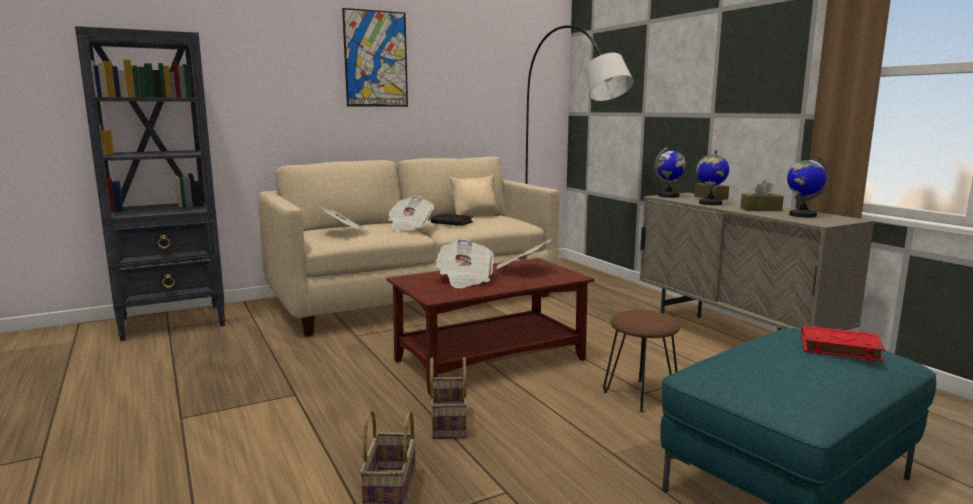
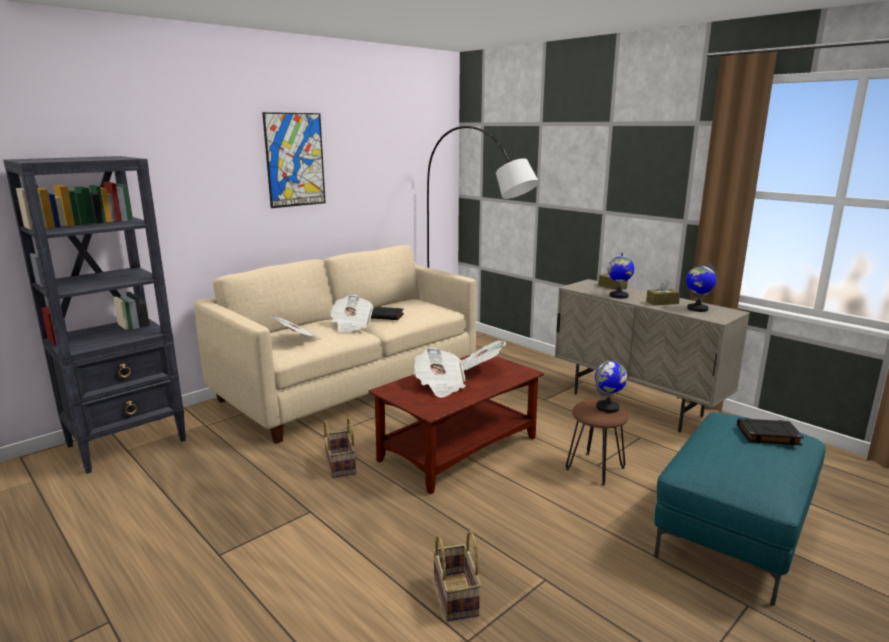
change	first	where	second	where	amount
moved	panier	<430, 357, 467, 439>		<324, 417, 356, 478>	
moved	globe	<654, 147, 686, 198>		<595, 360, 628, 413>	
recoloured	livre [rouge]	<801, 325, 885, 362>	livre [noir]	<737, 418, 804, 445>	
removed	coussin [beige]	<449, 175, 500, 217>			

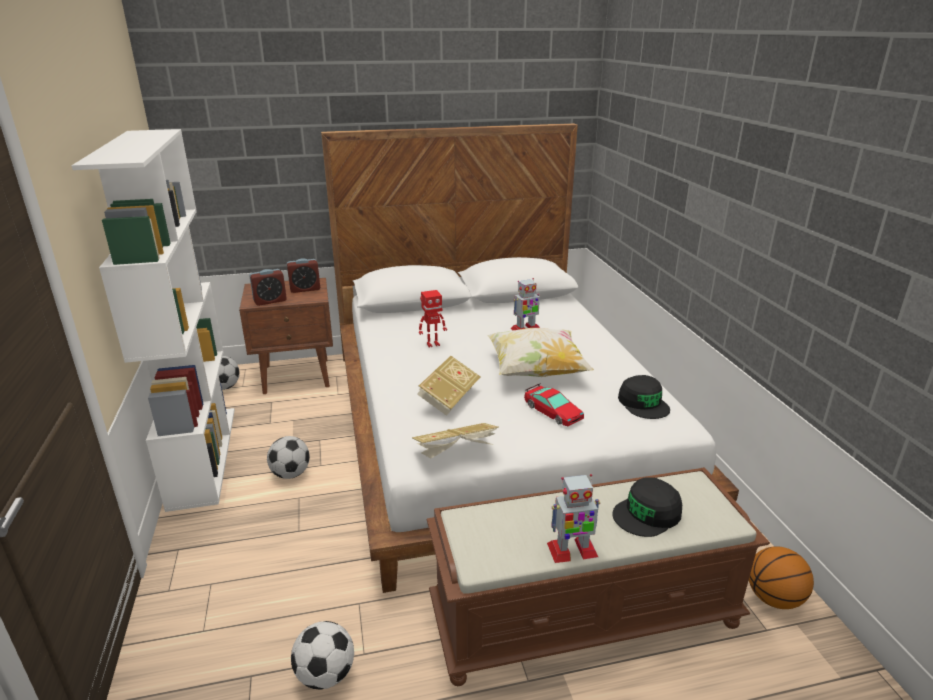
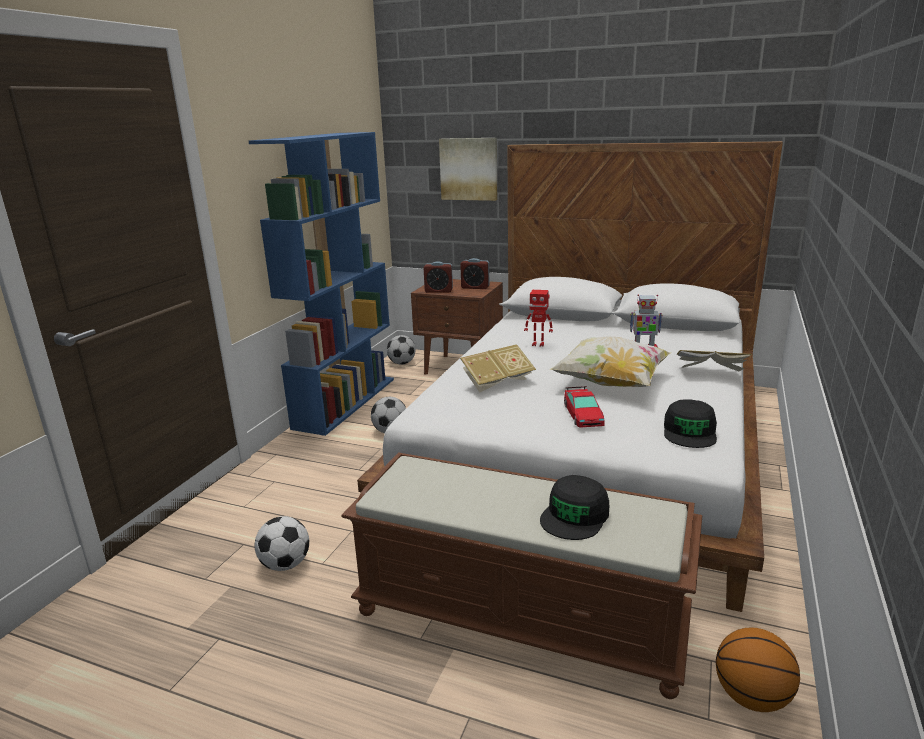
change	first	where	second	where	amount
recoloured	bibliothèque [blanc]	<71, 129, 235, 512>	bibliothèque [bleu]	<249, 132, 394, 436>	
added			tableau	<439, 138, 497, 201>	
turned	casquette [noir]	<612, 477, 682, 537>		<540, 475, 609, 540>	60 degrees counterclockwise
moved	livre	<412, 423, 499, 458>		<677, 350, 752, 372>	
removed	robot jouet	<547, 474, 600, 563>			

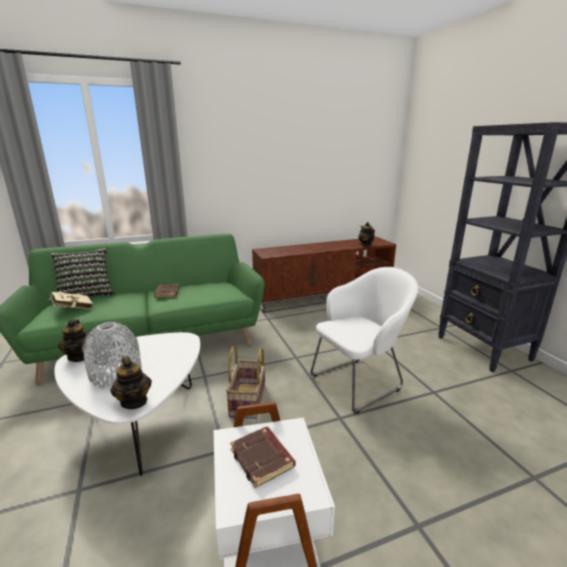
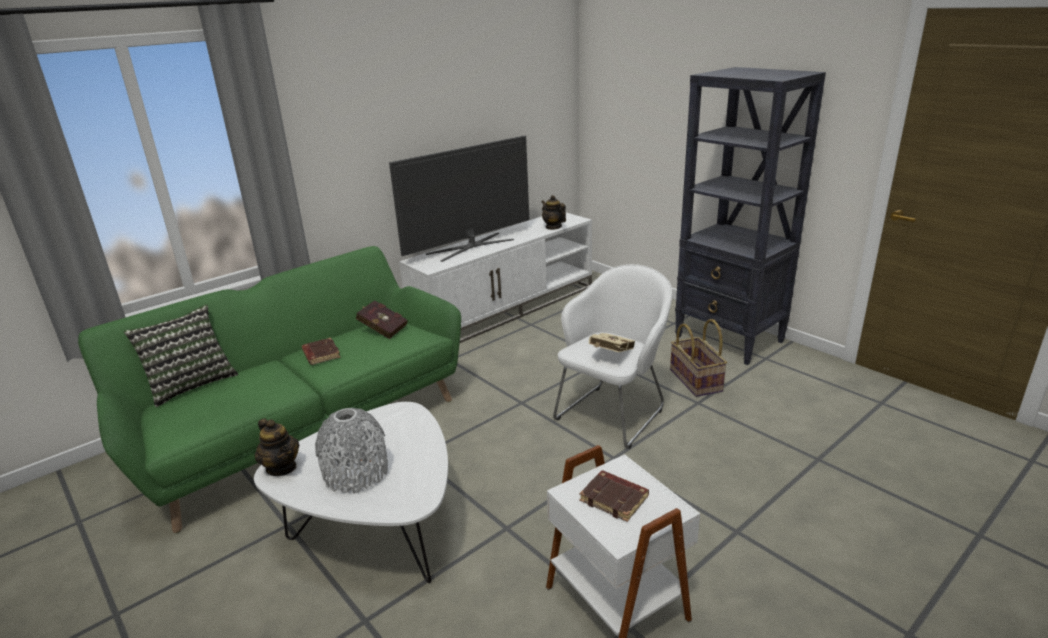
change	first	where	second	where	amount
added			livre [rouge]	<356, 300, 407, 339>	
added			téléviseur	<389, 135, 529, 262>	
recoloured	meuble télé [marron]	<252, 237, 396, 313>	meuble télé [blanc]	<399, 212, 592, 343>	
moved	livre [beige]	<46, 292, 93, 309>		<589, 333, 635, 352>	
moved	panier	<226, 346, 265, 419>		<670, 319, 727, 397>	
removed	théière	<110, 356, 152, 409>			

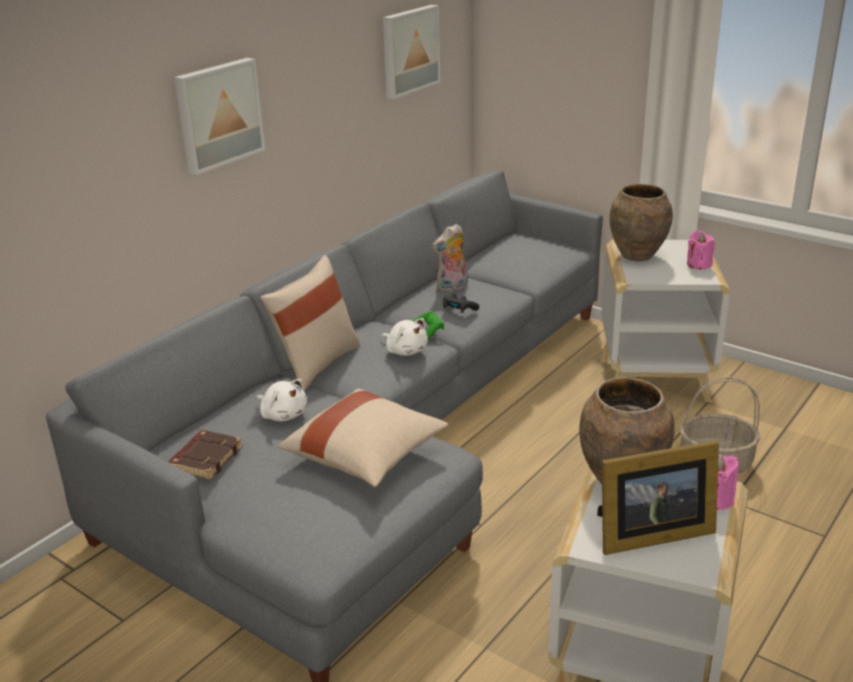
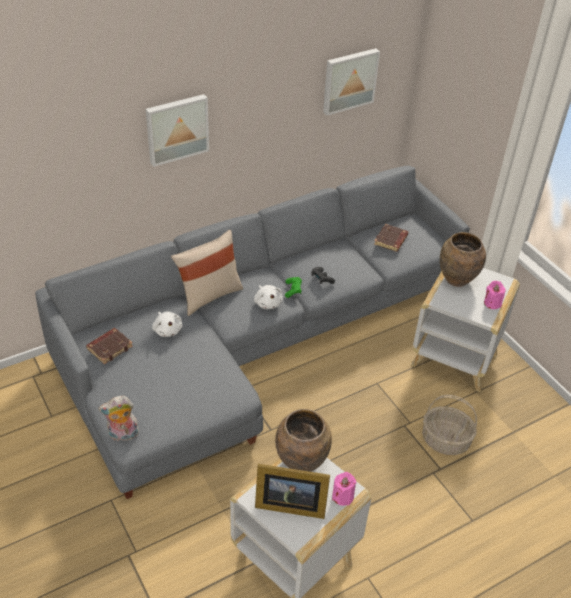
change	first	where	second	where	amount
moved	peluche	<432, 224, 468, 292>		<98, 396, 139, 441>	
added			livre [marron]	<374, 224, 408, 252>	
removed	coussin [beige]	<278, 389, 449, 487>			

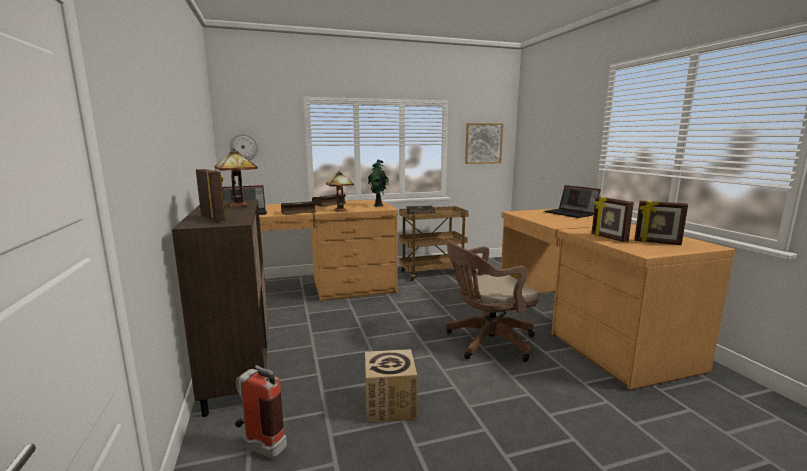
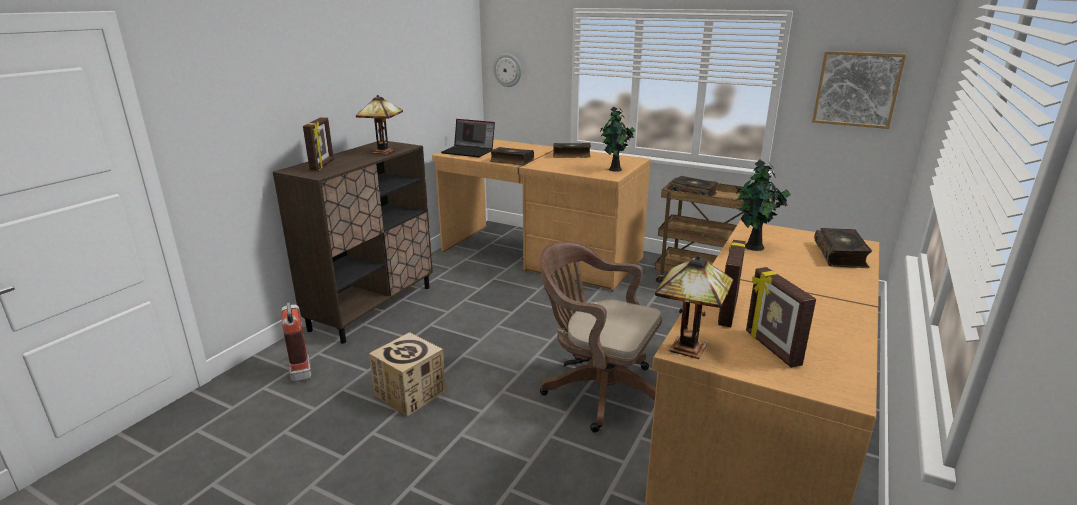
change	first	where	second	where	amount
moved	lampe de table	<326, 171, 354, 212>		<655, 255, 733, 359>	
added			plante en pot	<736, 160, 791, 251>	
replaced	ordinateur portable	<545, 185, 601, 218>	livre	<814, 228, 872, 268>	

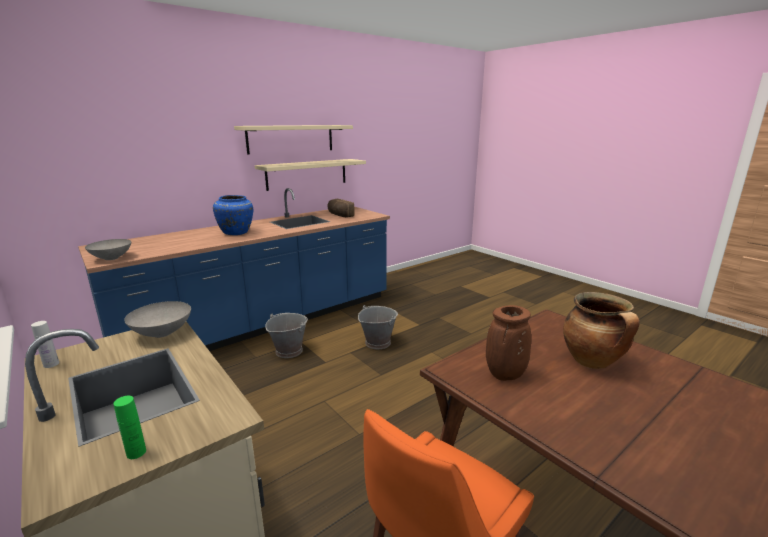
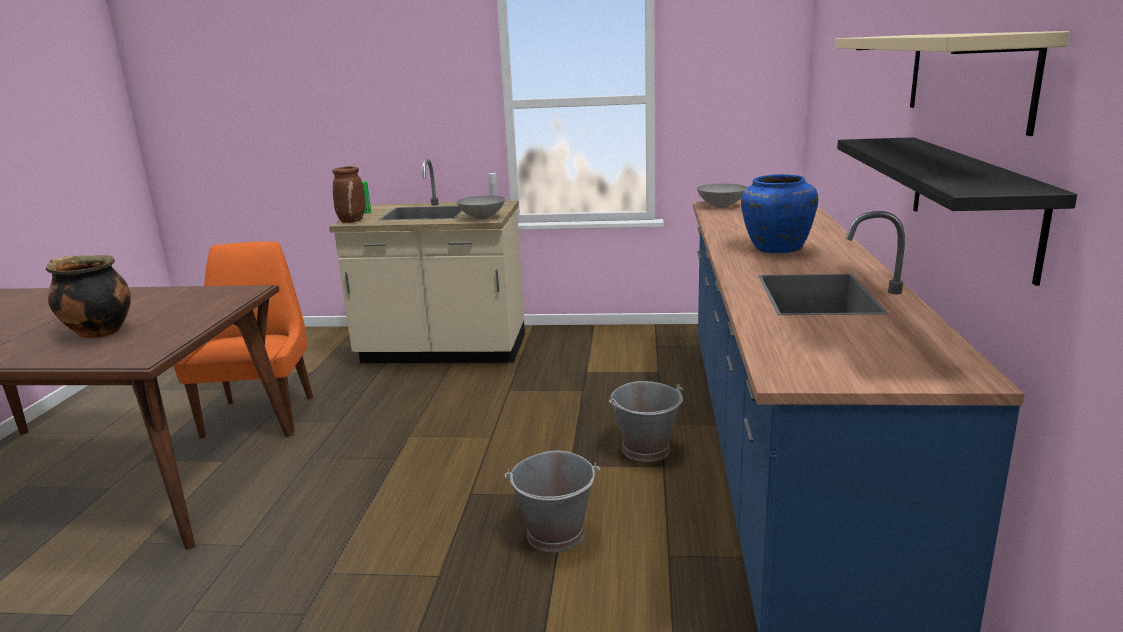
change	first	where	second	where	amount
moved	vase [marron]	<486, 305, 531, 381>		<332, 166, 365, 223>	
recoloured	étagère [beige]	<255, 159, 366, 191>	étagère [noir]	<837, 137, 1077, 286>	
removed	pain	<327, 199, 355, 217>			

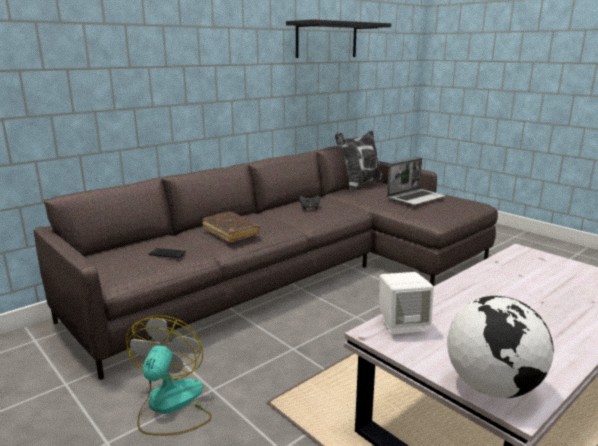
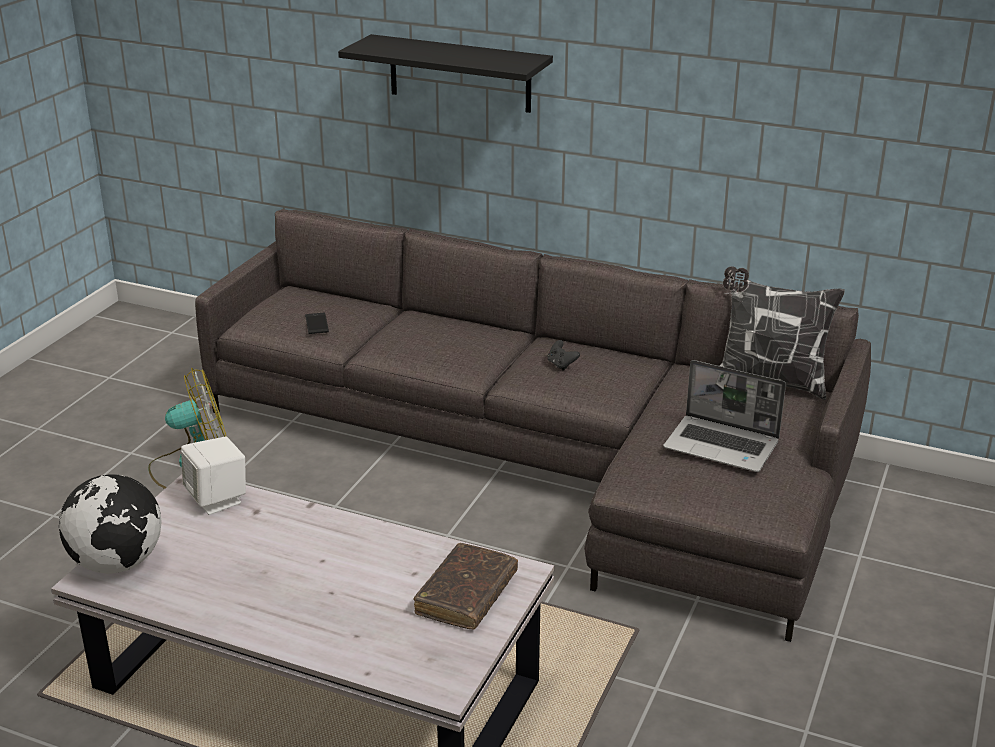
change	first	where	second	where	amount
moved	étagère [noir]	<286, 19, 391, 58>		<338, 34, 553, 113>	
moved	livre [marron]	<203, 212, 260, 243>		<414, 543, 518, 630>	

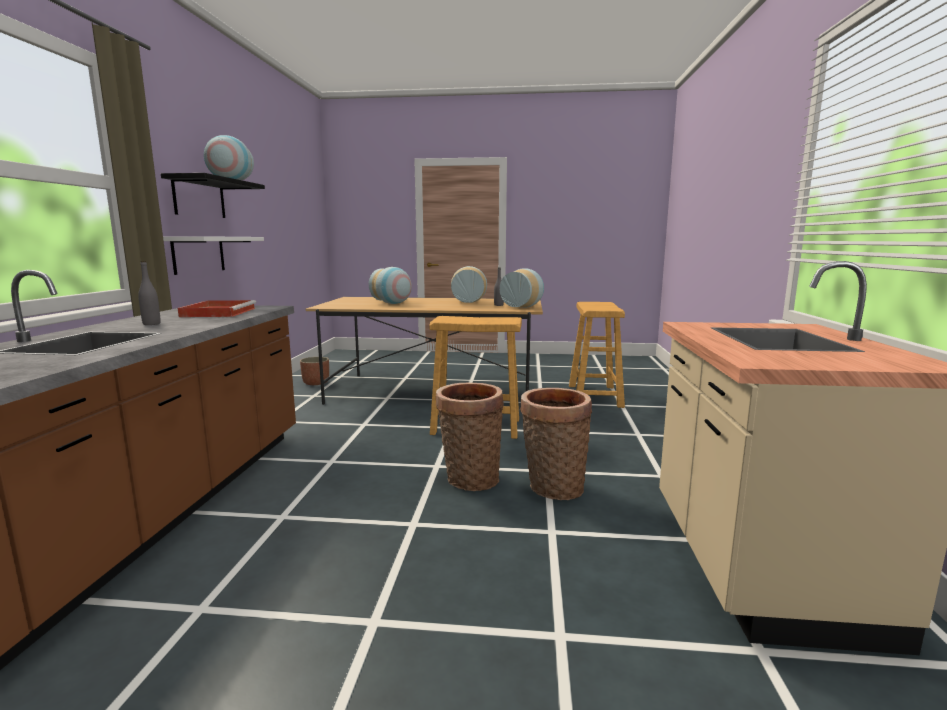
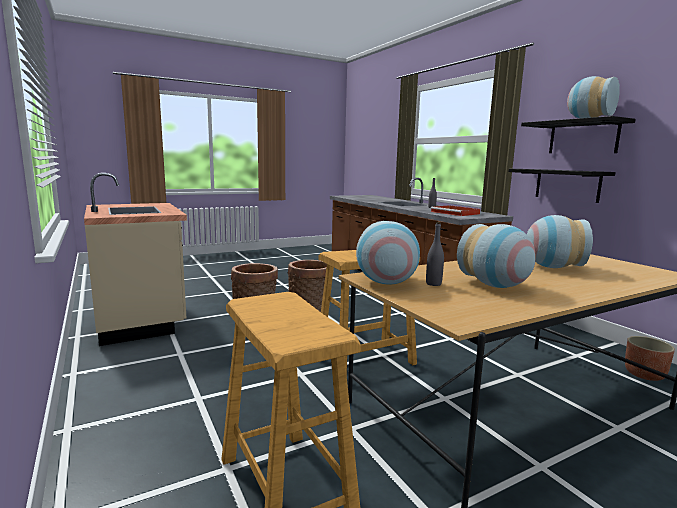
change	first	where	second	where	amount
recoloured	étagère [blanc]	<163, 236, 264, 275>	étagère [noir]	<508, 169, 616, 203>	

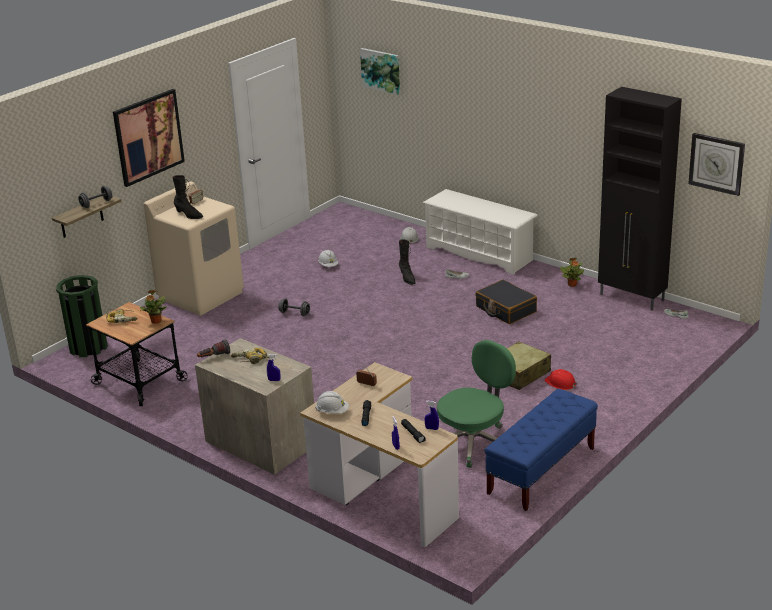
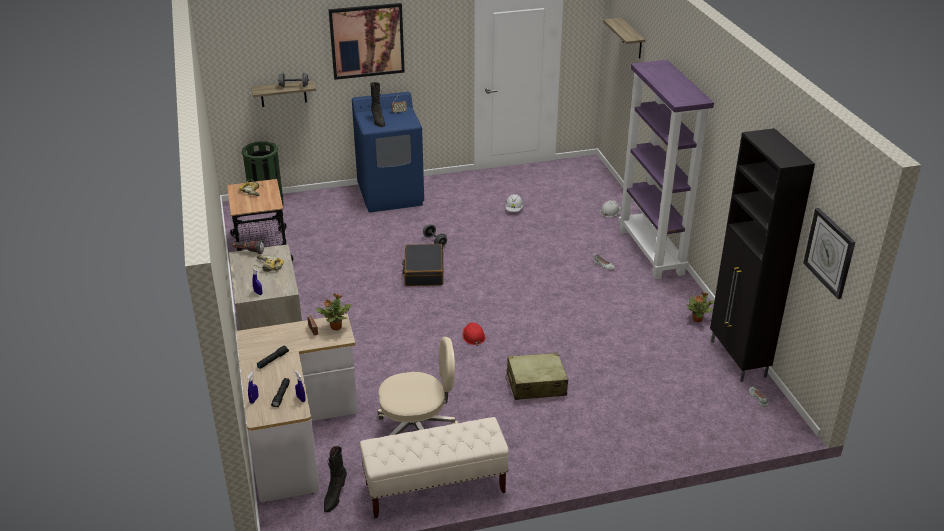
change	first	where	second	where	amount
moved	plante en pot	<140, 290, 167, 324>		<316, 294, 351, 330>	
moved	botte [noir]	<399, 239, 416, 285>		<324, 446, 347, 513>	
recoloured	lave-linge [beige]	<144, 182, 244, 315>	lave-linge [bleu]	<352, 92, 424, 212>	
recoloured	banc [bleu]	<484, 389, 598, 511>	banc [beige]	<360, 417, 509, 518>	
recoloured	chaise de bureau [vert]	<437, 340, 516, 468>	chaise de bureau [beige]	<378, 337, 458, 435>	
moved	valise [noir]	<475, 280, 537, 324>		<402, 244, 444, 286>	
moved	casque de chantier [rouge]	<544, 369, 577, 390>		<463, 322, 486, 346>	
replaced	tableau	<360, 48, 400, 95>	étagère	<603, 18, 646, 58>	
replaced	étagère à chaussures [blanc]	<423, 189, 538, 275>	bibliothèque [violet]	<618, 60, 714, 279>	
removed	casque de chantier [blanc]	<315, 391, 349, 413>			

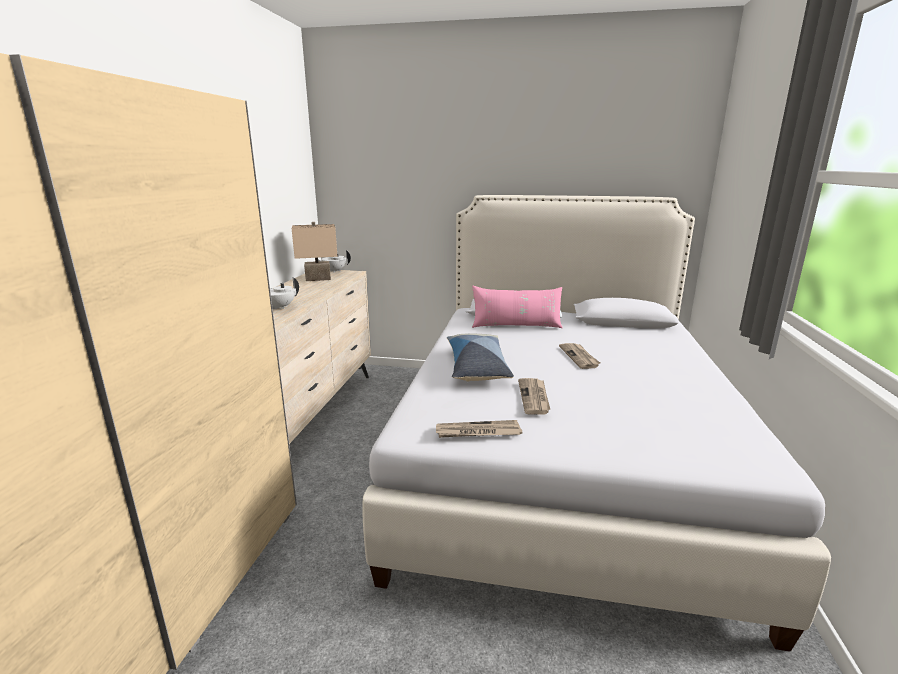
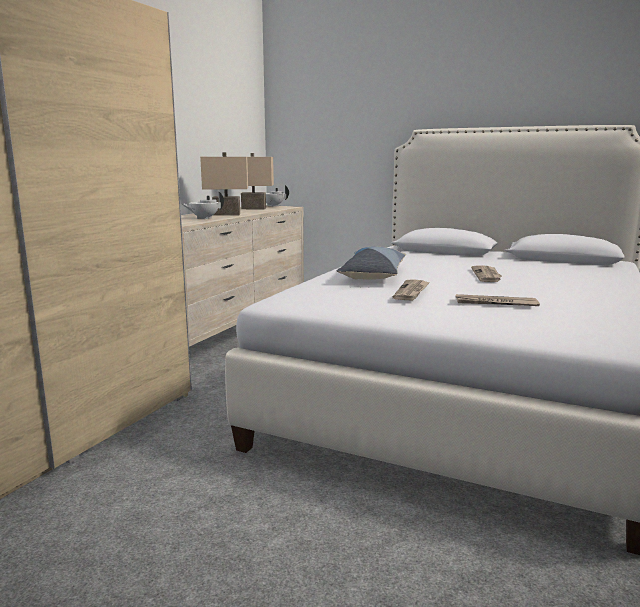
change	first	where	second	where	amount
added			lampe de table [beige]	<200, 152, 248, 216>	
moved	journal	<436, 420, 522, 438>		<455, 294, 540, 306>	
removed	coussin [rose]	<472, 286, 562, 328>			

